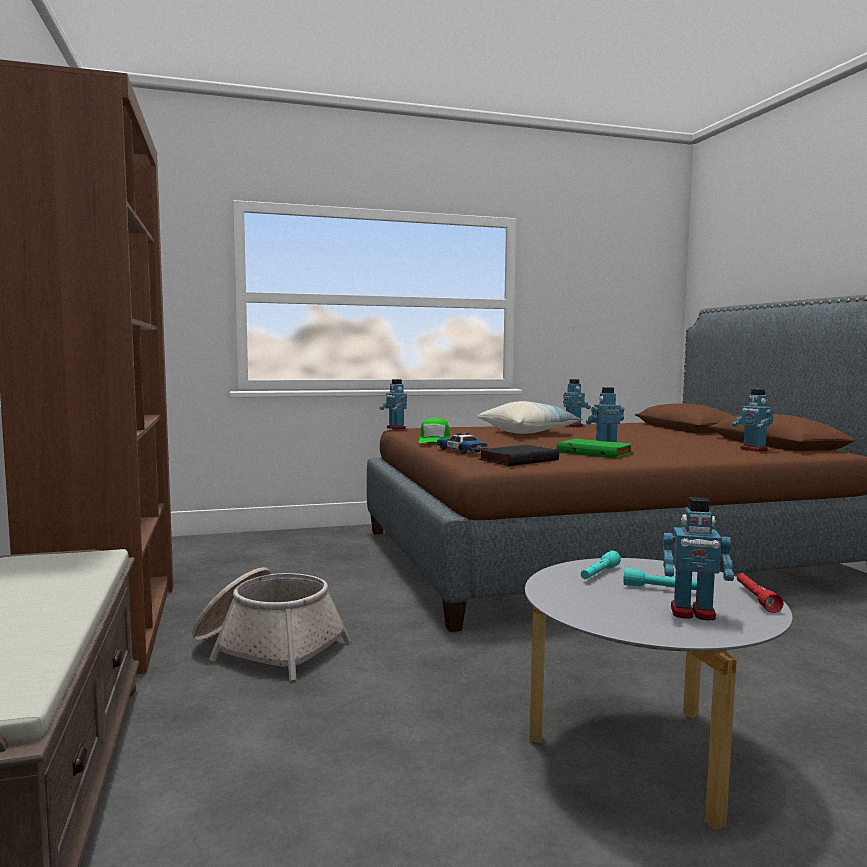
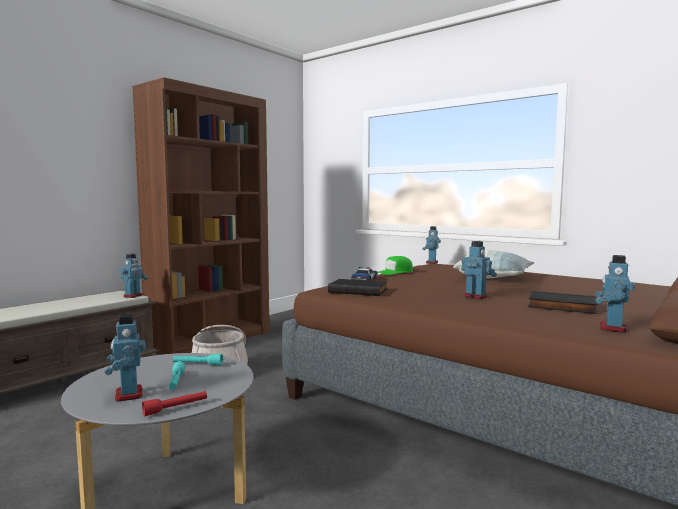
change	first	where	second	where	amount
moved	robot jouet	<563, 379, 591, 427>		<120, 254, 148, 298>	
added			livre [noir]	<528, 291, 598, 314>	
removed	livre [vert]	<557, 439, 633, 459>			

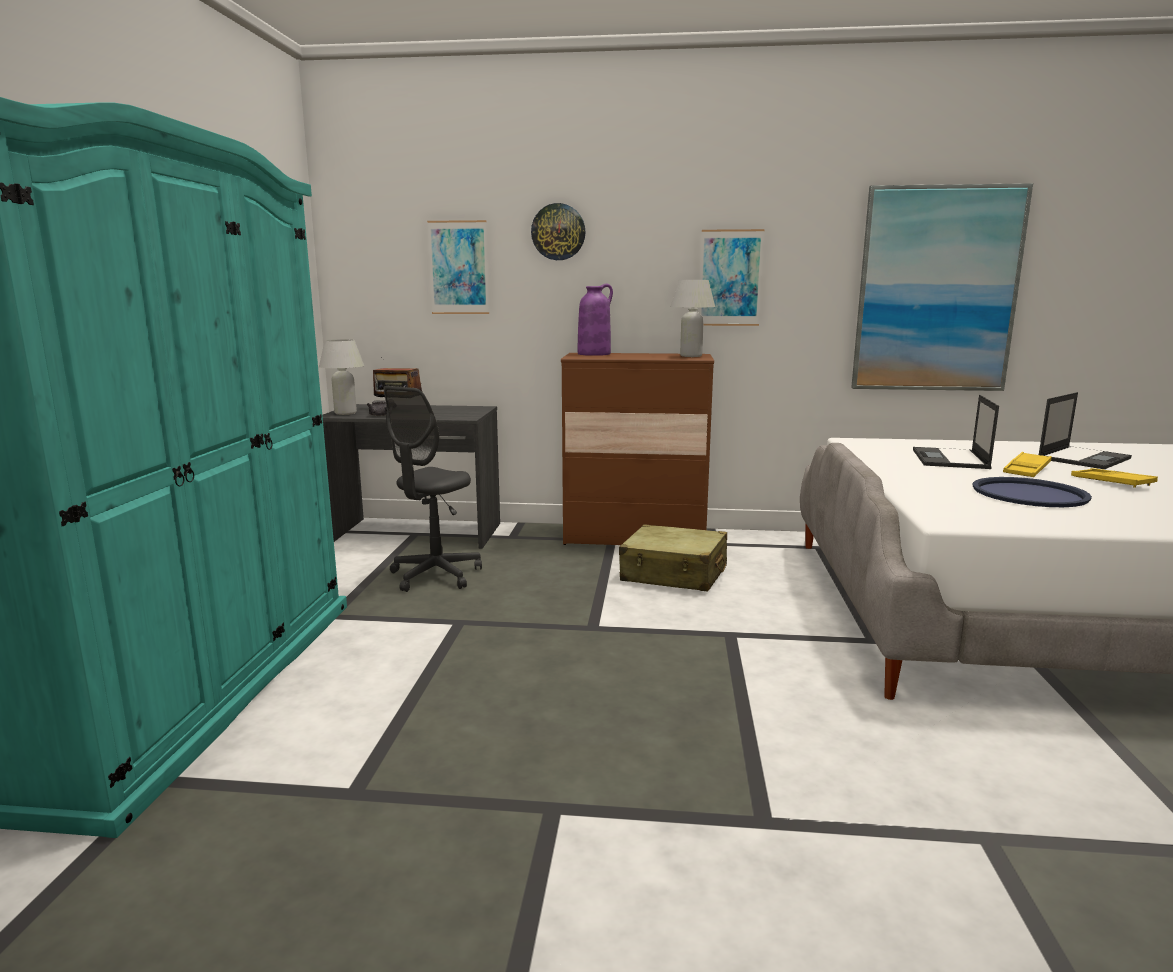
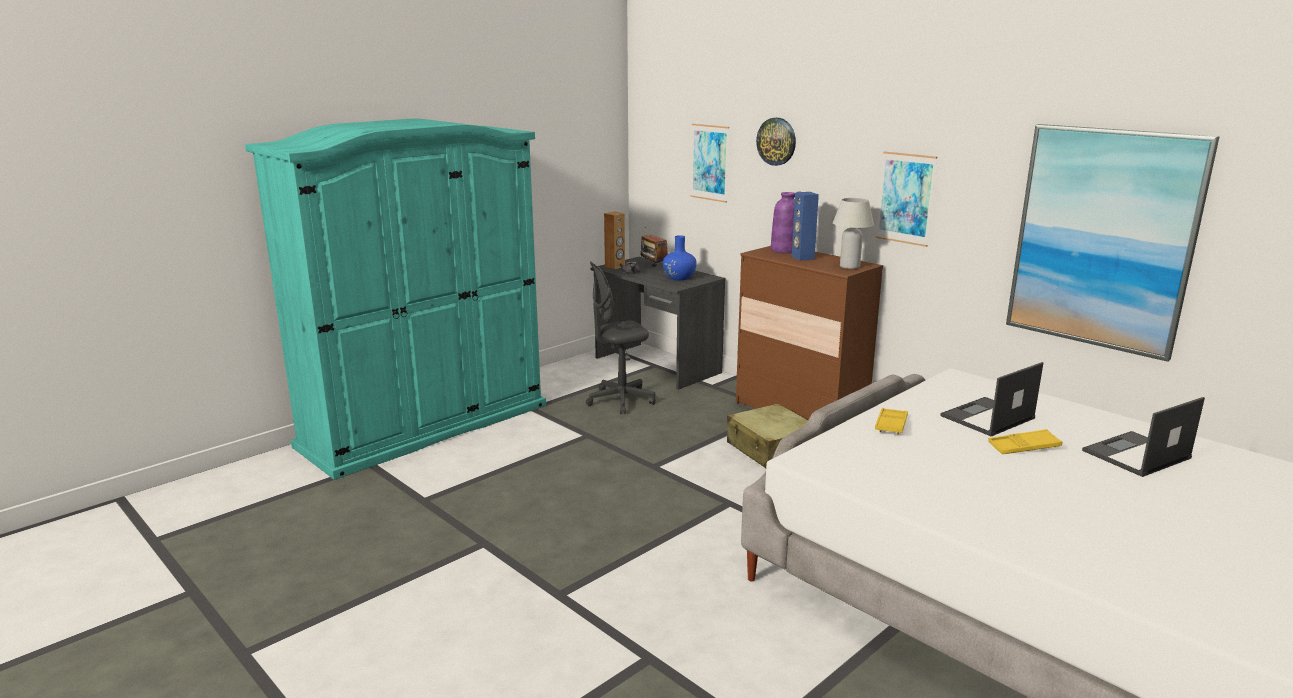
change	first	where	second	where	amount
replaced	lampe de table [blanc]	<319, 339, 364, 415>	enceinte [marron]	<604, 212, 625, 269>	
added			vase [bleu]	<663, 235, 697, 280>	
added			enceinte [bleu]	<792, 192, 819, 261>	
moved	plateau [jaune]	<1071, 468, 1158, 488>		<875, 408, 908, 434>	
turned	ordinateur portable	<1039, 392, 1132, 469>		<1082, 397, 1205, 477>	150 degrees clockwise
removed	plateau [bleu]	<973, 477, 1092, 507>			

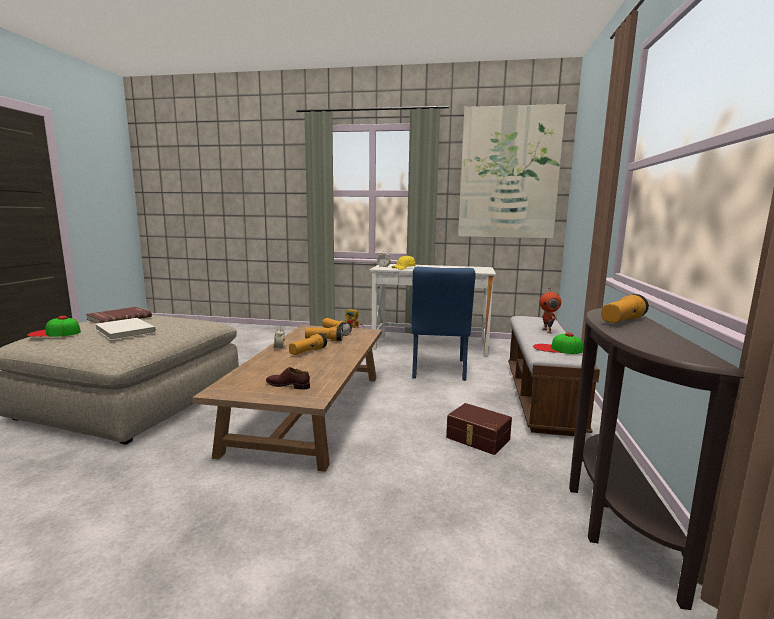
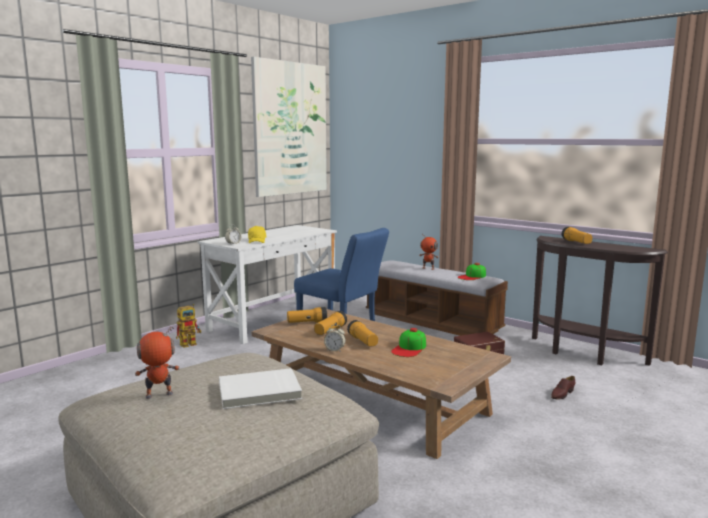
change	first	where	second	where	amount
replaced	livre [rouge]	<86, 307, 152, 323>	robot jouet	<135, 327, 180, 399>	
moved	casquette	<27, 316, 81, 337>		<391, 328, 426, 357>	
moved	chaussure [marron]	<266, 367, 310, 390>		<551, 376, 575, 399>	

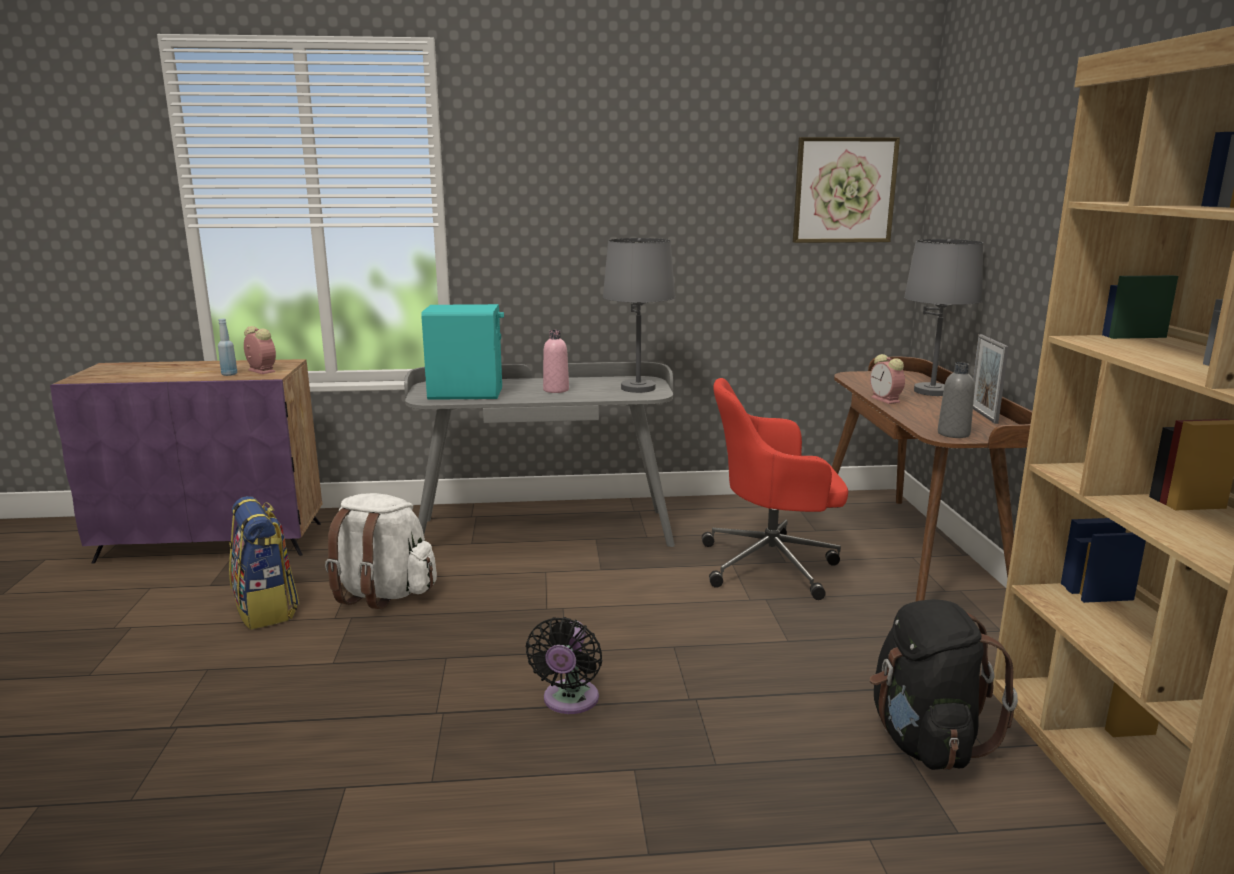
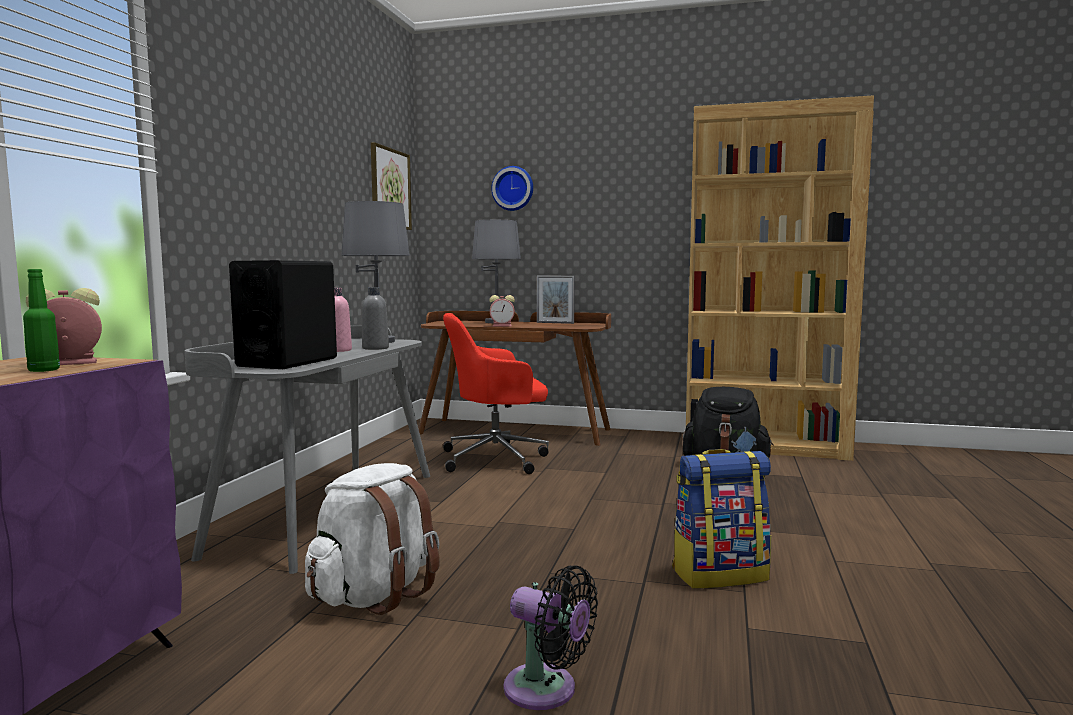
change	first	where	second	where	amount
recoloured	bouteille [bleu]	<218, 319, 237, 376>	bouteille [vert]	<23, 269, 60, 372>	
recoloured	enceinte [turquoise]	<421, 304, 504, 400>	enceinte [noir]	<229, 260, 337, 369>	
moved	bouteille [gris]	<938, 362, 975, 438>		<362, 287, 389, 350>	
turned	chaise de bureau [rouge]	<702, 378, 848, 600>		<443, 313, 549, 474>	60 degrees clockwise
added			horloge murale	<491, 166, 533, 211>	
moved	ventilateur [noir]	<526, 617, 602, 714>		<504, 565, 598, 710>	
moved	sac à dos	<229, 496, 299, 630>		<672, 449, 771, 588>	

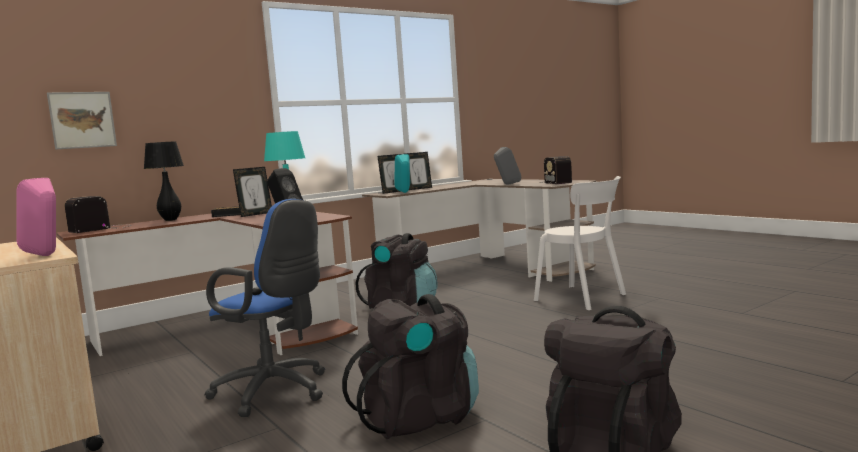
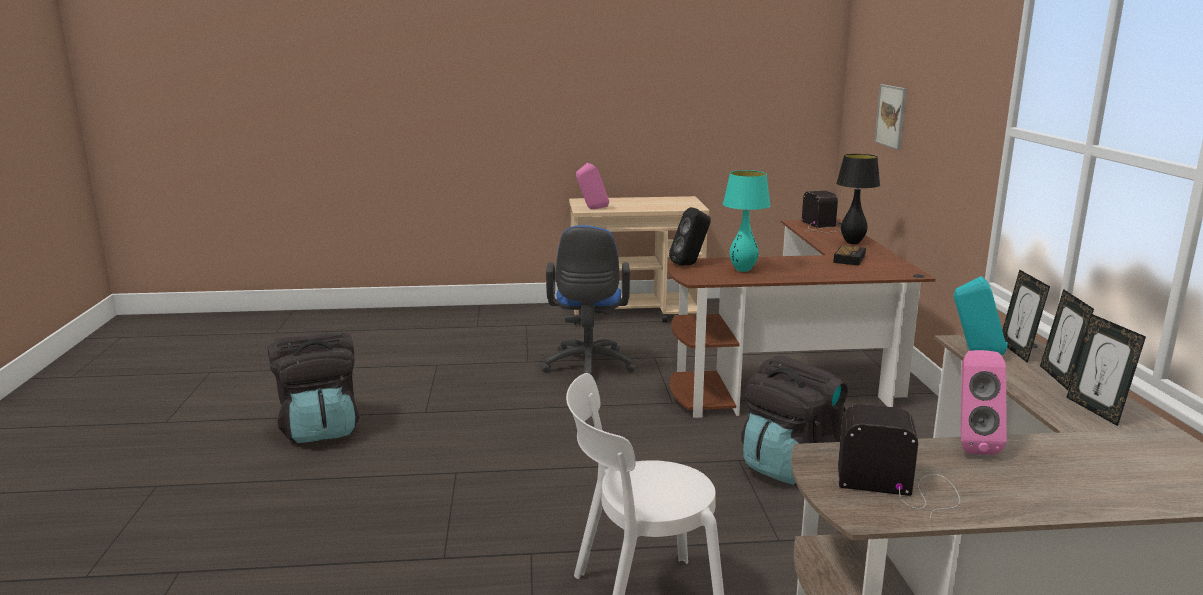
change	first	where	second	where	amount
turned	chaise de bureau [bleu]	<204, 199, 325, 417>		<541, 225, 636, 374>	60 degrees counterclockwise
recoloured	enceinte [gris]	<494, 147, 522, 184>	enceinte [rose]	<961, 350, 1007, 455>	
moved	cadre photo	<233, 167, 272, 217>		<1066, 314, 1146, 426>	
removed	sac à dos [noir]	<342, 294, 479, 439>			

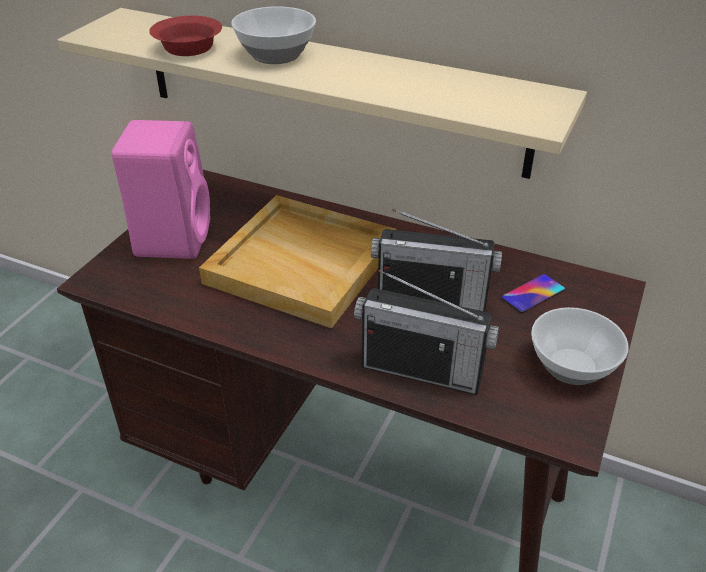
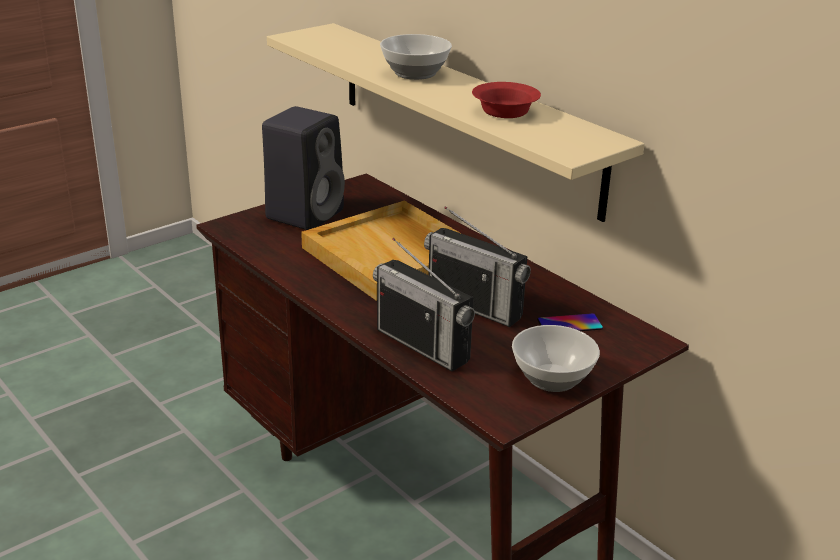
change	first	where	second	where	amount
recoloured	enceinte [rose]	<112, 120, 210, 259>	enceinte [noir]	<262, 106, 345, 230>	
moved	bol [rouge]	<149, 16, 222, 56>		<472, 82, 541, 118>	

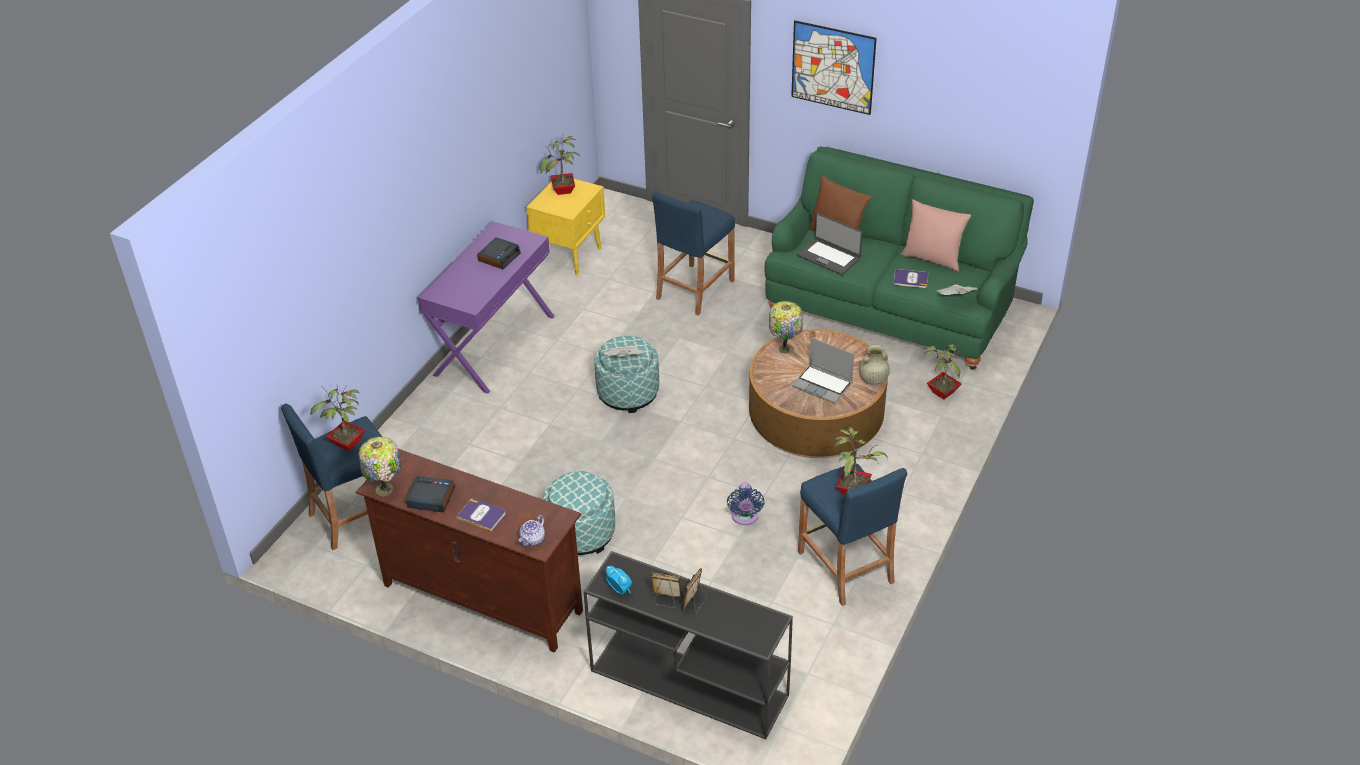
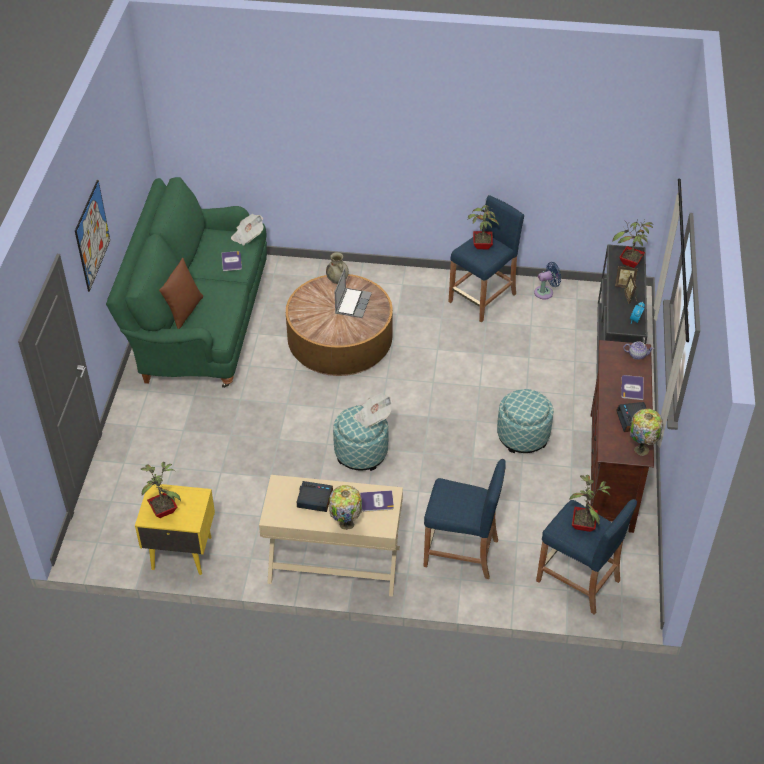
change	first	where	second	where	amount
recoloured	table console [violet]	<418, 221, 555, 394>	table console [beige]	<259, 475, 403, 597>	
moved	lampe de table	<769, 301, 803, 354>		<329, 485, 362, 530>	
added			livre	<360, 490, 394, 512>	
moved	tabouret [bleu]	<652, 191, 735, 316>		<424, 459, 506, 579>	
moved	ventilateur [bleu]	<727, 482, 764, 525>		<534, 262, 561, 299>	
moved	plante en pot	<923, 340, 962, 399>		<612, 219, 653, 268>	
removed	ordinateur portable	<797, 213, 863, 275>			
removed	coussin [rose]	<901, 199, 971, 272>			

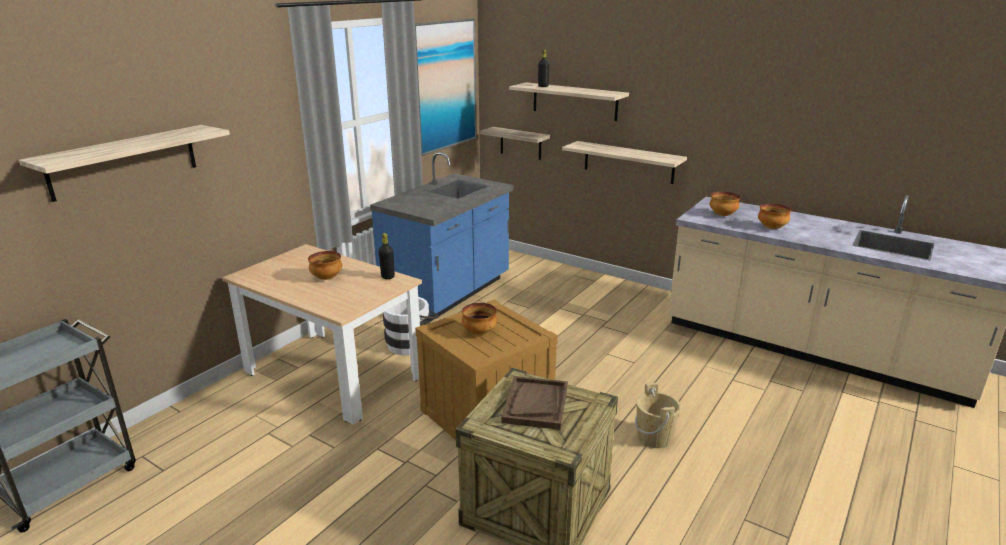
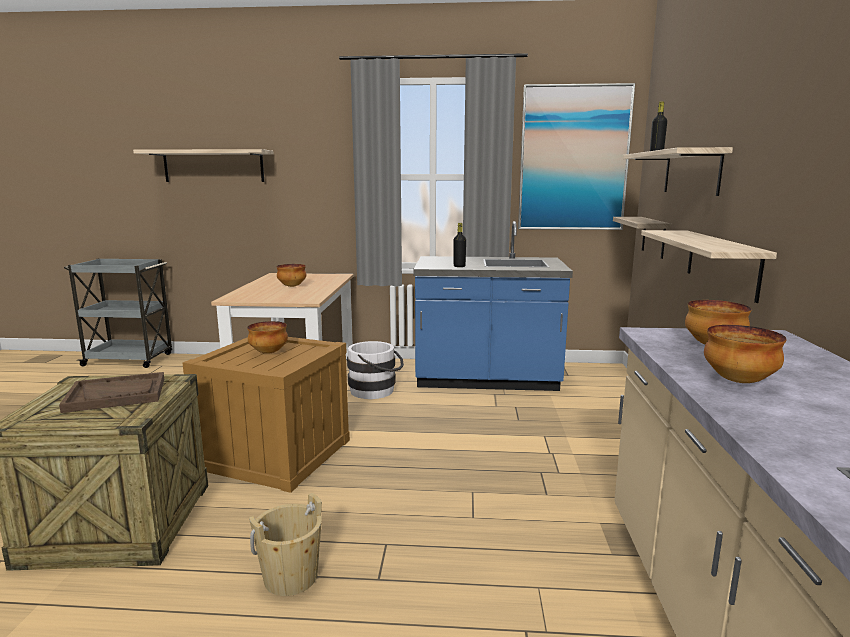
change	first	where	second	where	amount
moved	bouteille [noir]	<379, 233, 395, 279>		<454, 223, 466, 267>	

